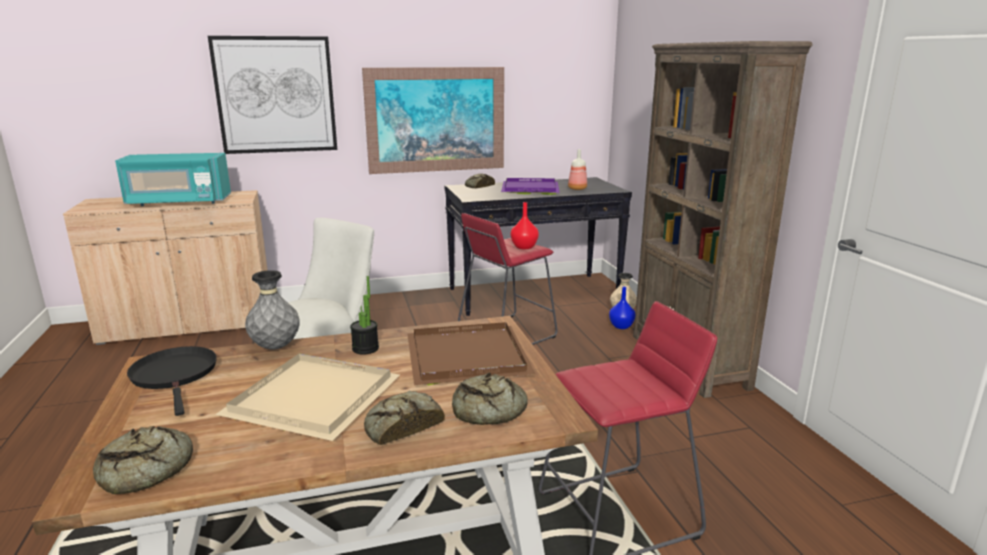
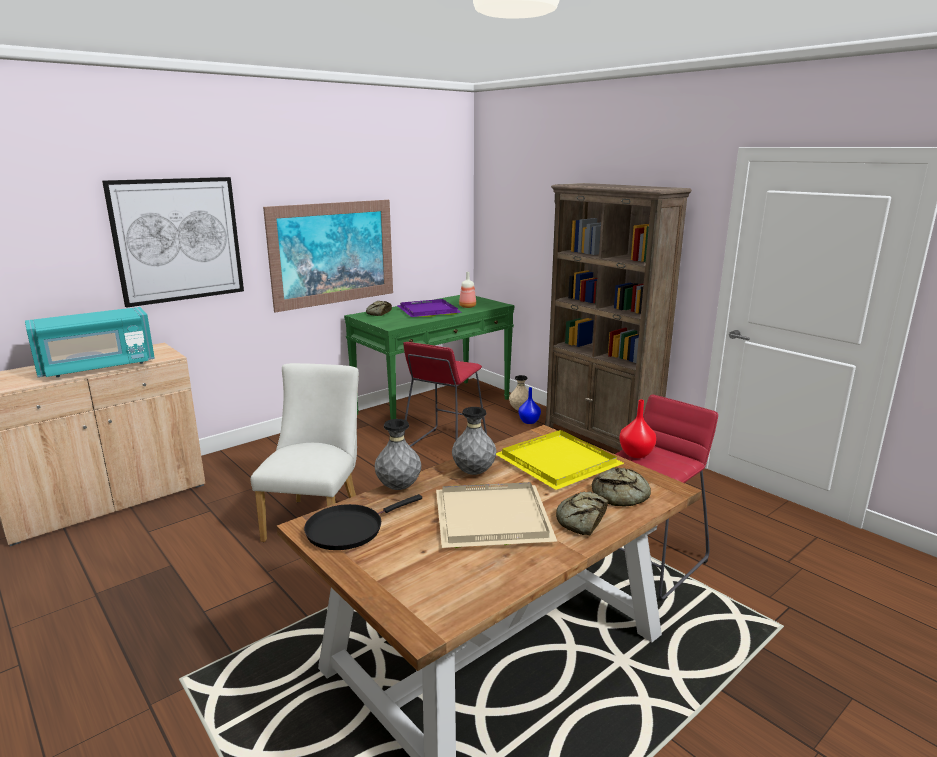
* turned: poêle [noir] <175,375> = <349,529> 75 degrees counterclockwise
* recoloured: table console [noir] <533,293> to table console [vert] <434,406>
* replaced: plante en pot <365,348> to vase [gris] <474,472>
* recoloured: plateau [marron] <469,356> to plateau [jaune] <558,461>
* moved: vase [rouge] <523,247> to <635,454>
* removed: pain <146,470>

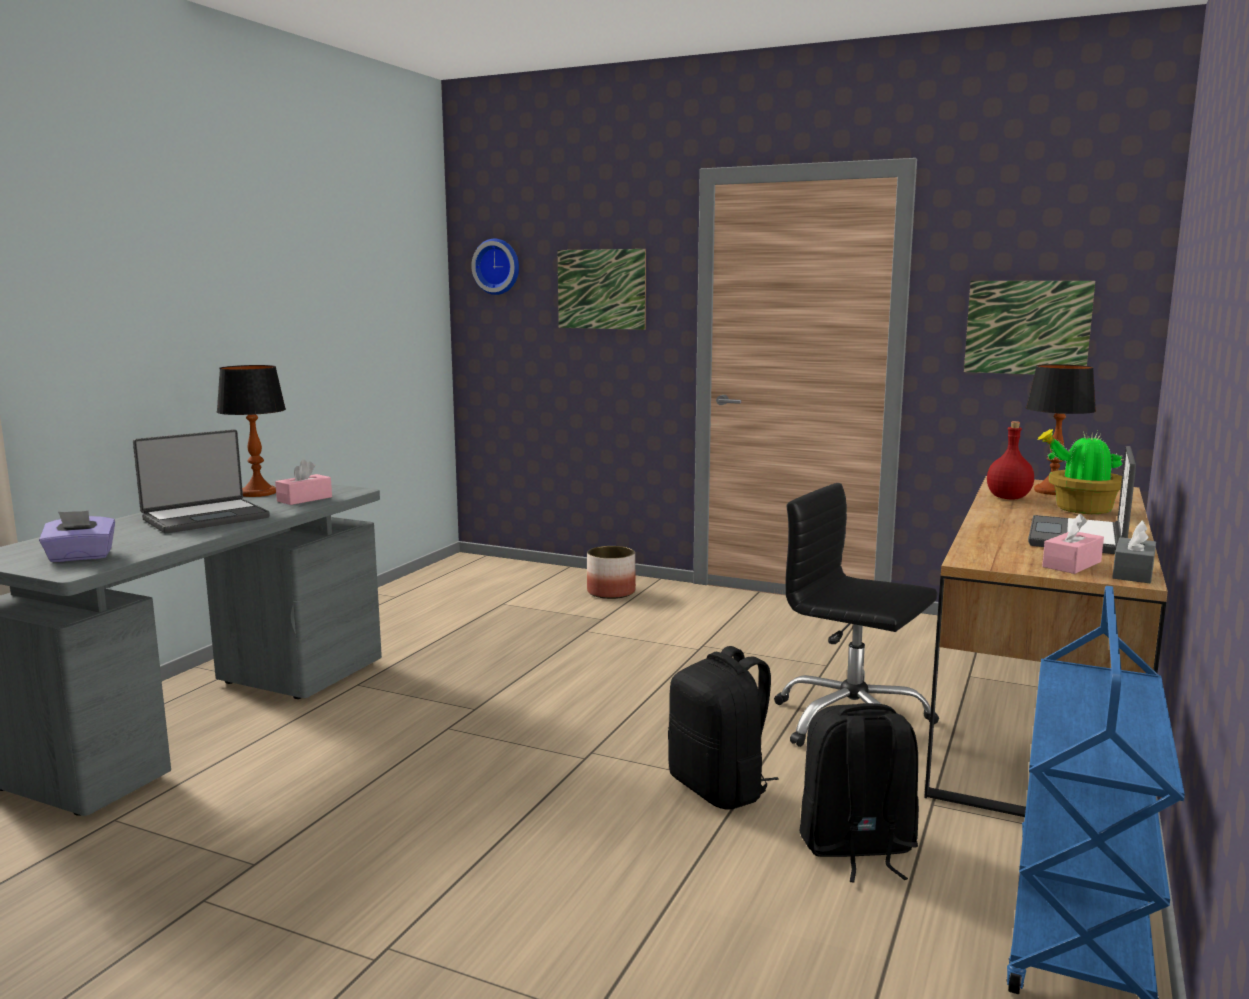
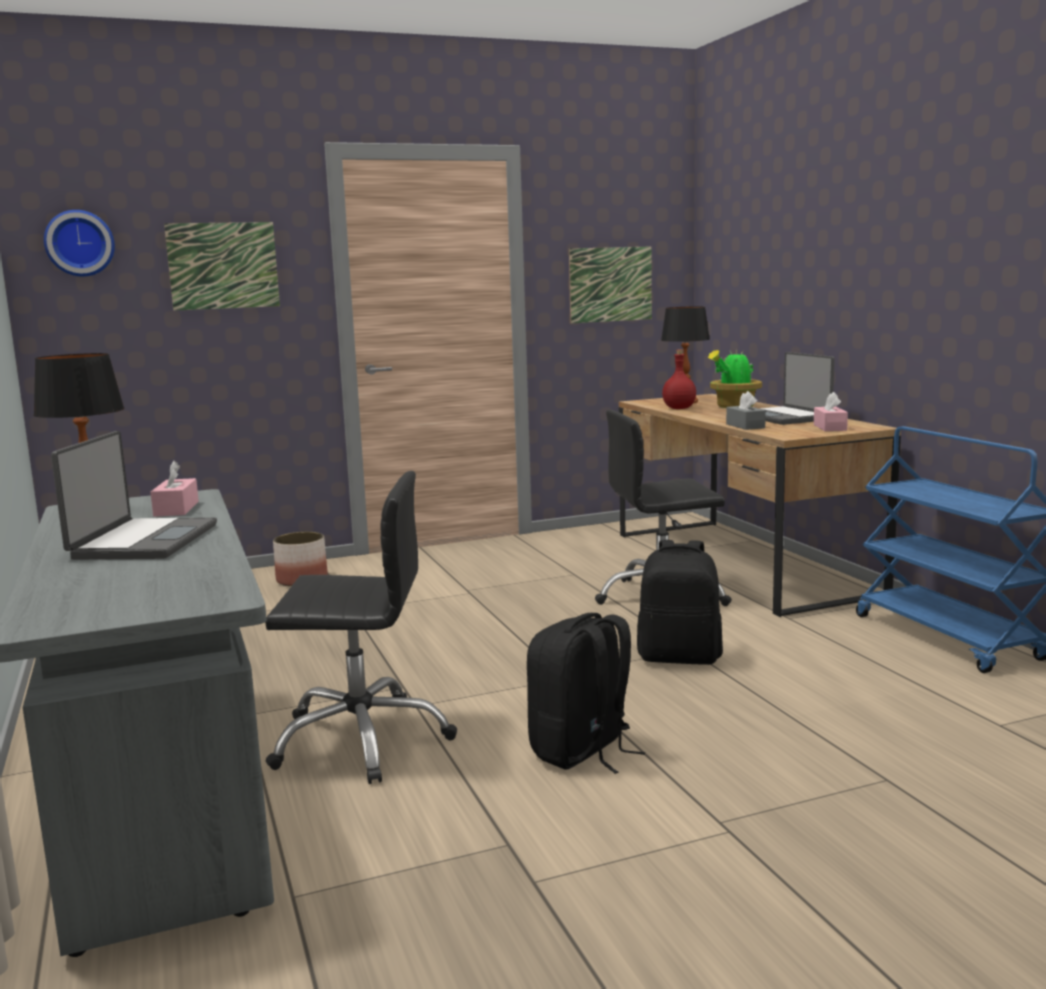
* added: chaise de bureau [noir] <361,739>
* moved: sac à dos [noir] <857,848> to <582,751>
* moved: boîte à mouchoirs [gris] <1133,573> to <745,426>
* removed: boîte à mouchoirs [violet] <80,557>

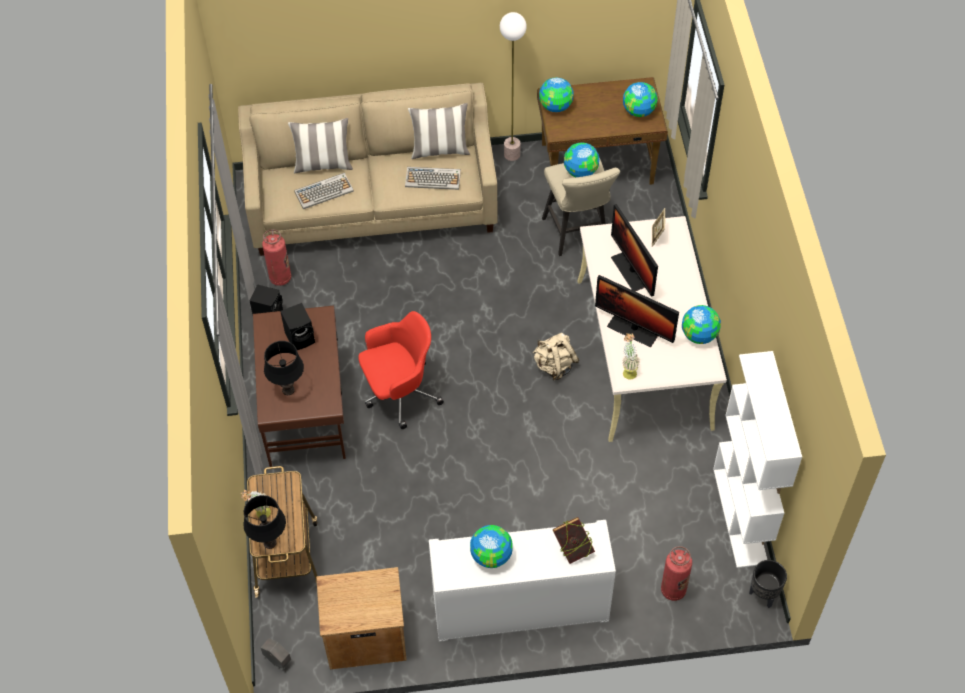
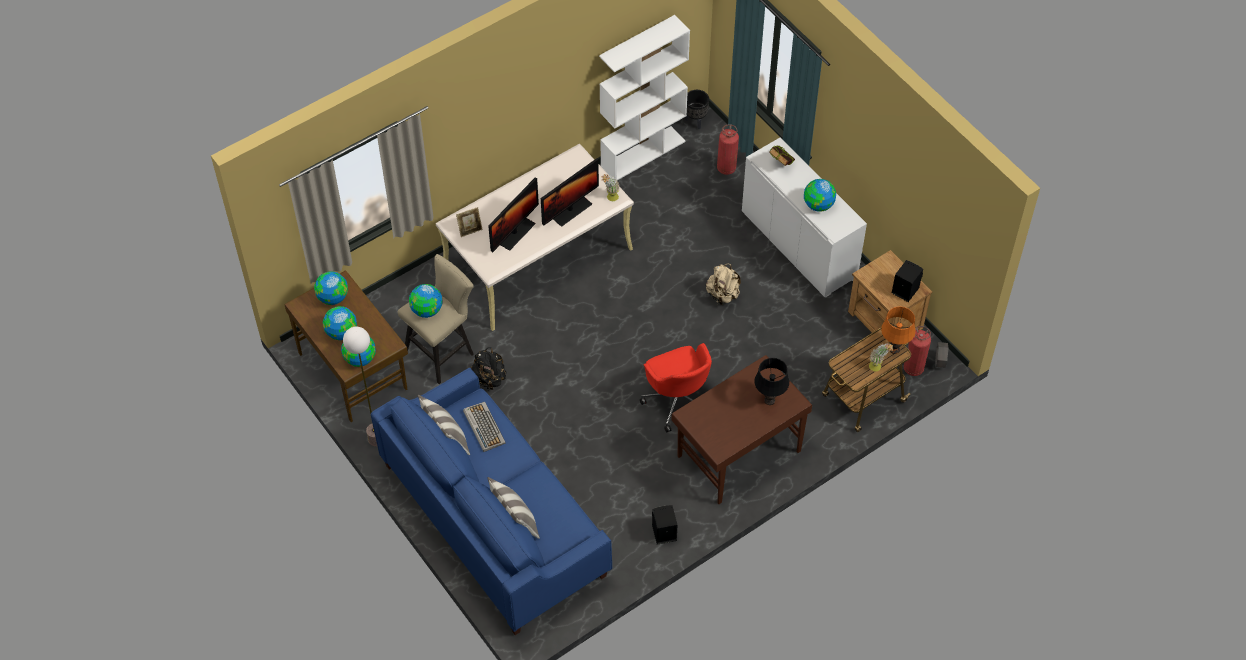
* moved: globe <699,335> to <341,332>
* recoloured: canapé [beige] <372,202> to canapé [bleu] <494,519>
* added: sac à dos [noir] <489,379>
* turned: écran d'ordinateur <633,329> = <570,210> 45 degrees clockwise
* turned: chaise de bureau [rouge] <399,393> = <678,399> 150 degrees counterclockwise
* moved: sac à dos [beige] <554,366> to <723,295>
* recoloured: lampe de table [noir] <270,543> to lampe de table [orange] <894,349>
* moved: enceinte [noir] <301,337> to <904,290>
* moved: extincteur <280,278> to <913,368>
* removed: clavier <324,191>

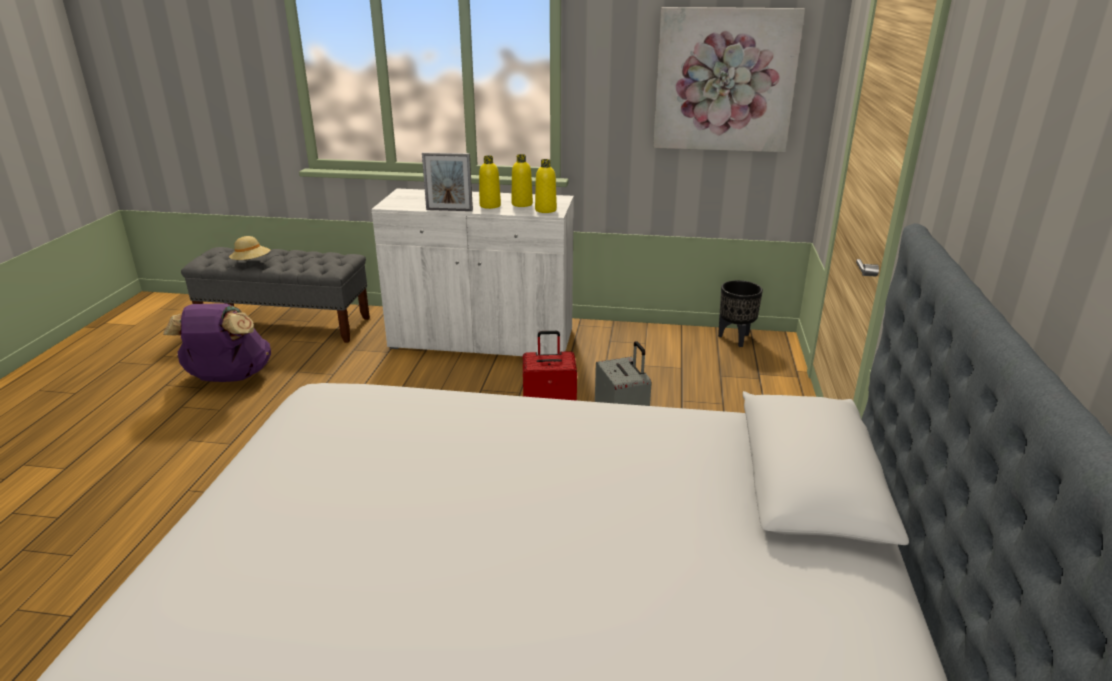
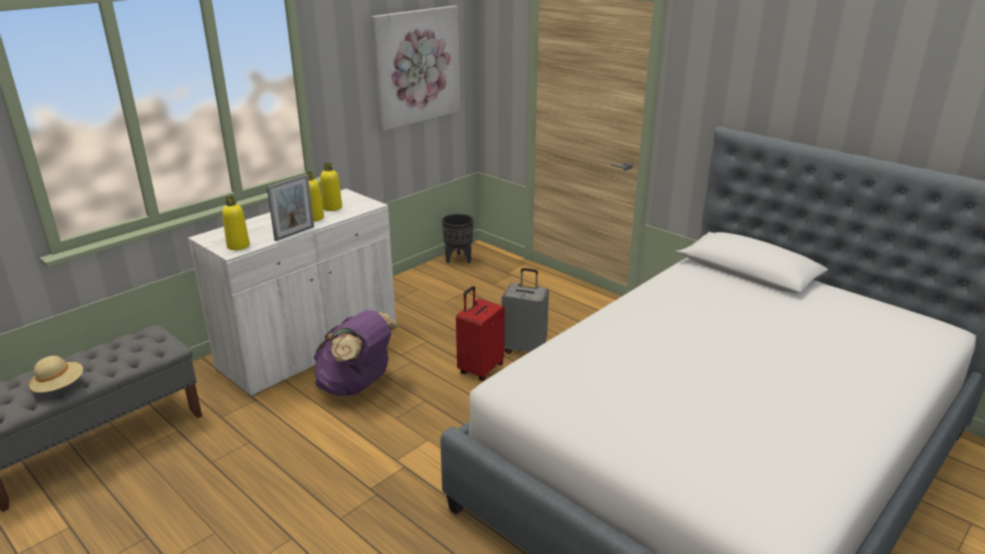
* moved: bouteille [jaune] <545,210> to <238,246>
* moved: sac à dos [violet] <228,378> to <357,386>

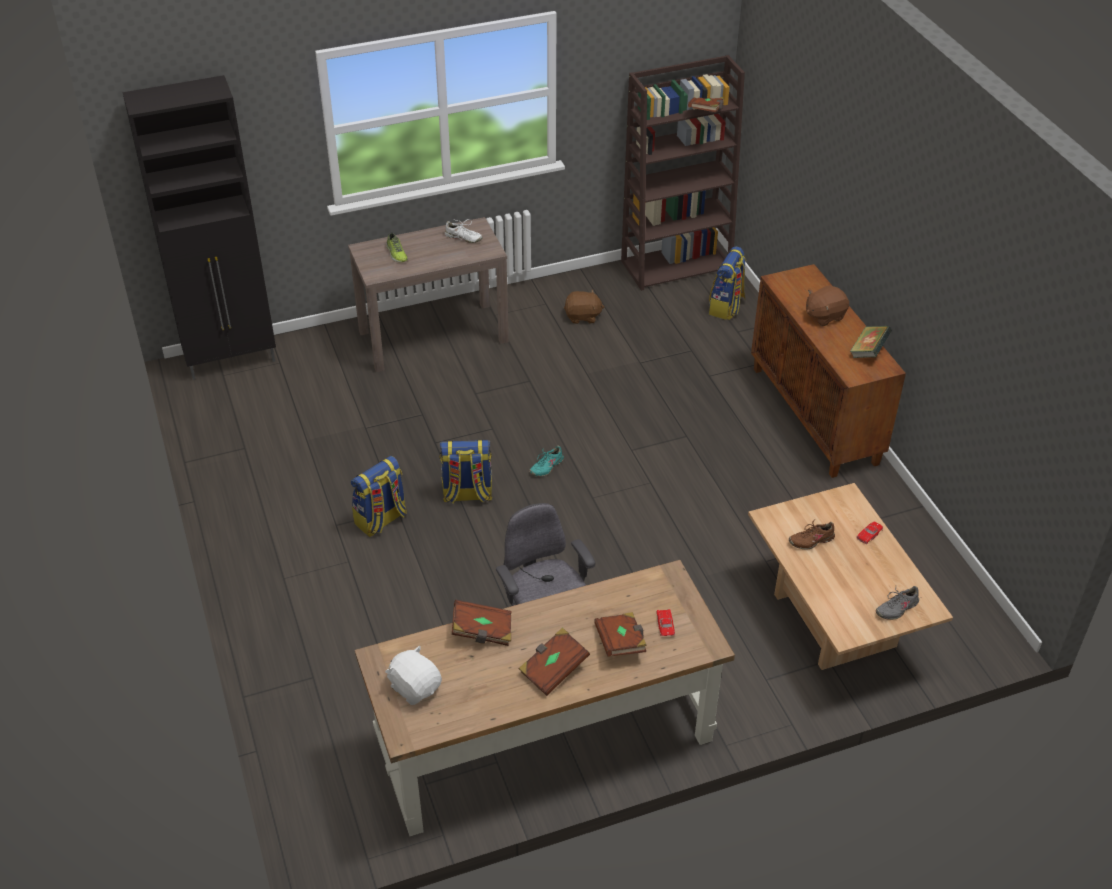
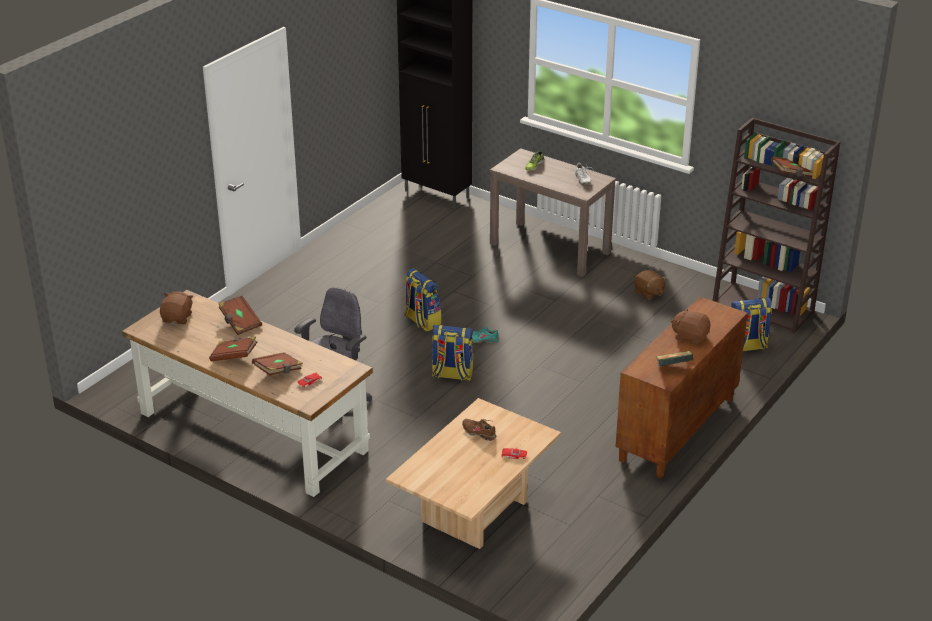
* recoloured: peluche [blanc] <415,687> to peluche [marron] <177,318>
* moved: sac à dos <381,520> to <452,374>
* removed: chaussure [gris] <896,608>

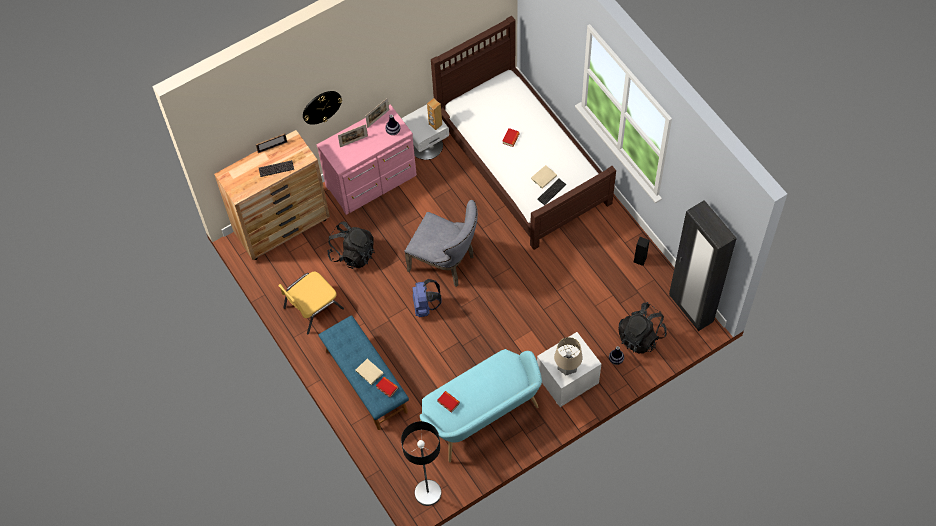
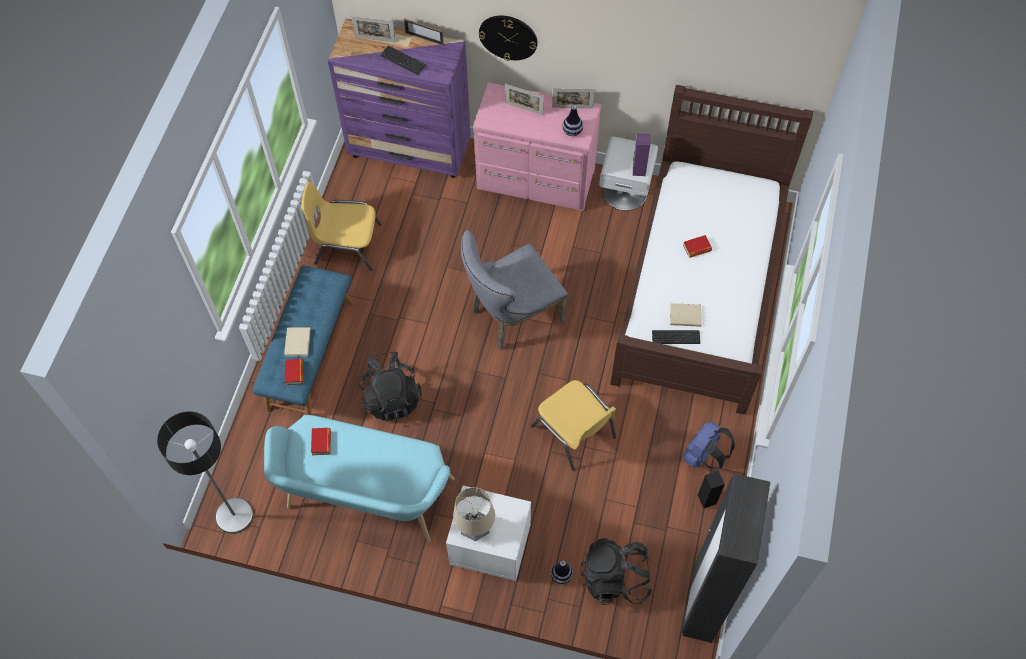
* recoloured: commode [marron] <283,227> to commode [violet] <410,150>
* added: cadre photo <375,39>
* moved: sac à dos [noir] <352,253> to <392,397>
* turned: chaise [gris] <446,263> = <512,316> 75 degrees clockwise
* added: chaise [jaune] <574,432>
* recoloured: enceinte [marron] <435,124> to enceinte [violet] <638,170>
* moved: sac à dos [bleu] <425,306> to <704,456>

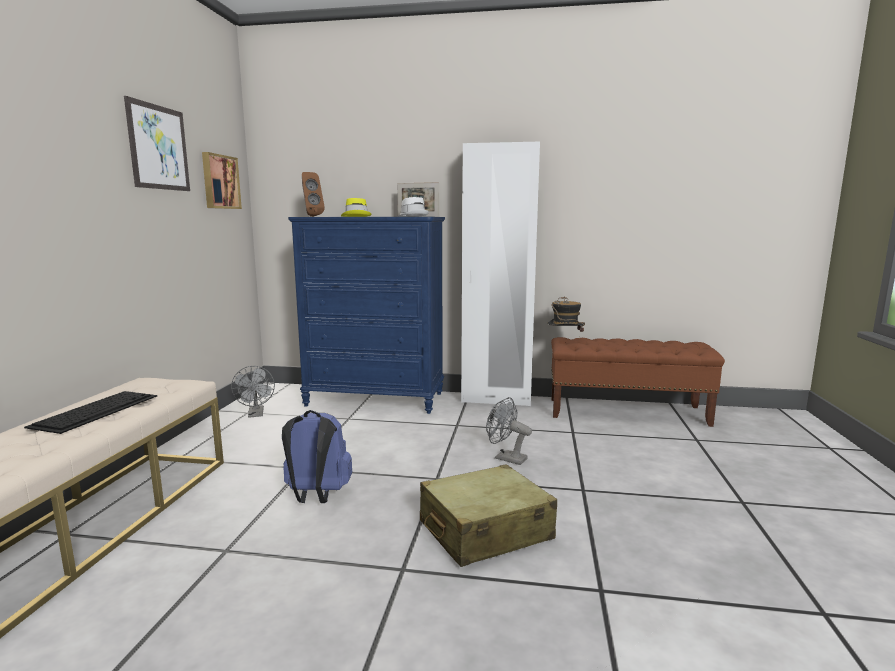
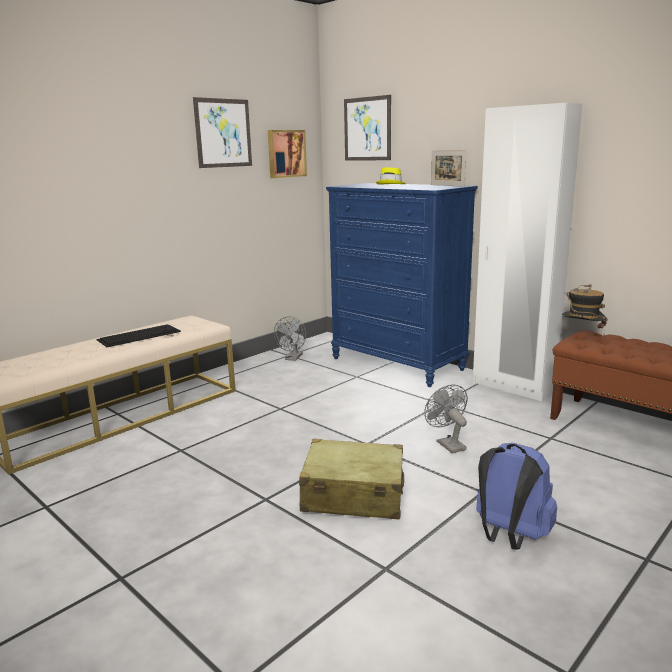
* added: tableau <367,129>
* moved: sac à dos [bleu] <316,496> to <509,537>
* removed: enceinte [marron] <311,216>
* removed: chapeau [blanc] <412,216>

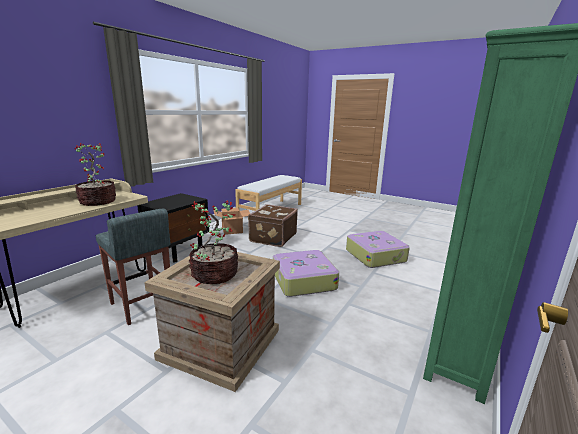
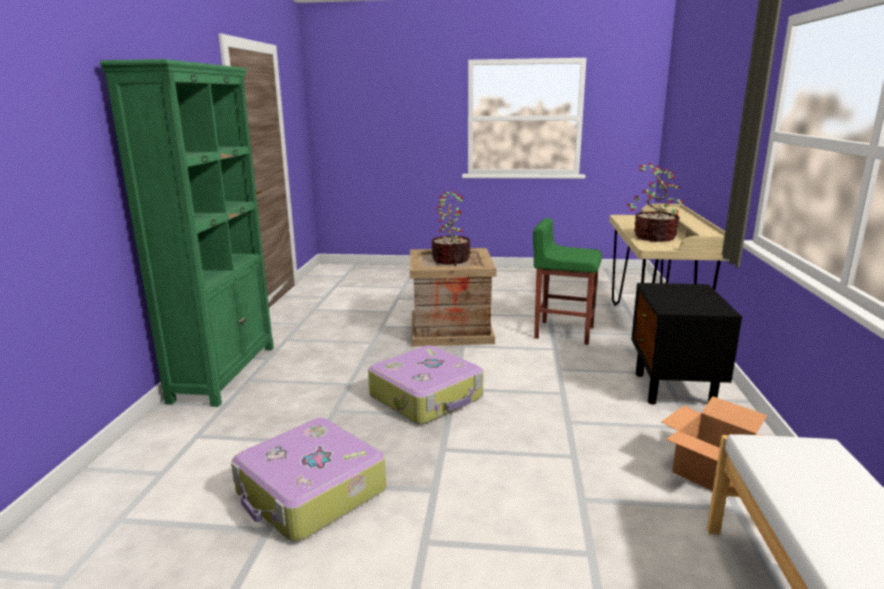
* recoloured: tabouret [gris] <141,305> to tabouret [vert] <563,332>
* removed: valise [marron] <272,237>

